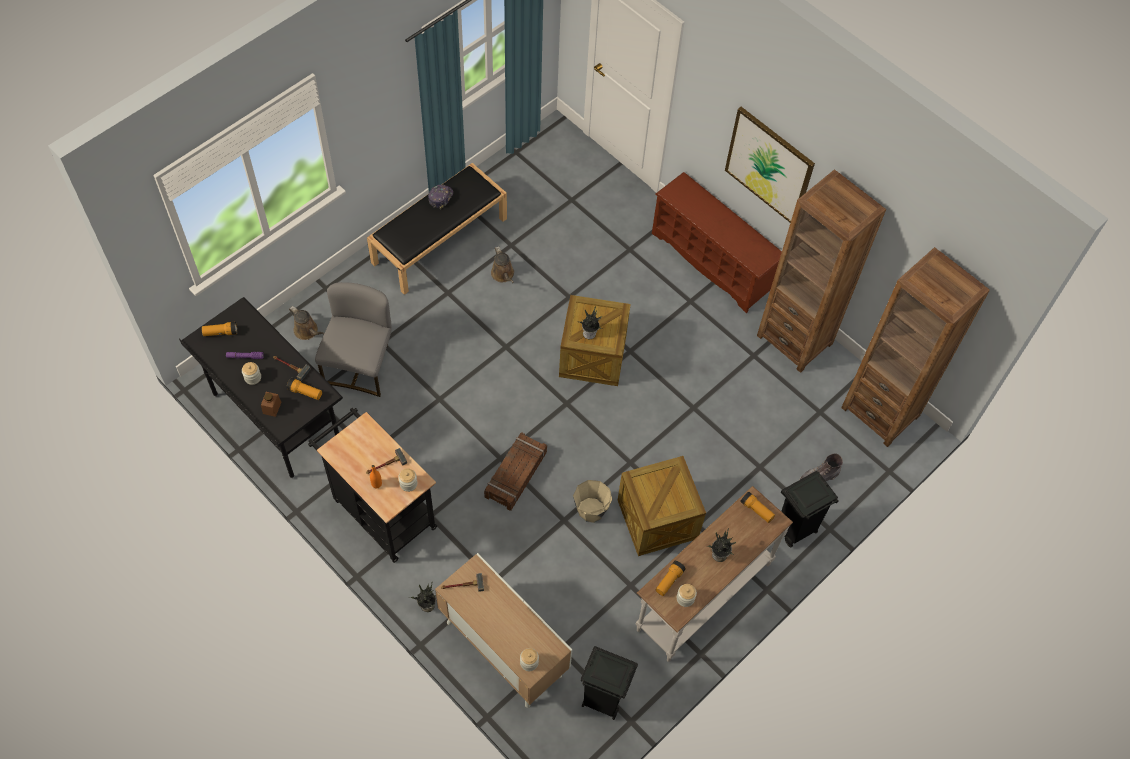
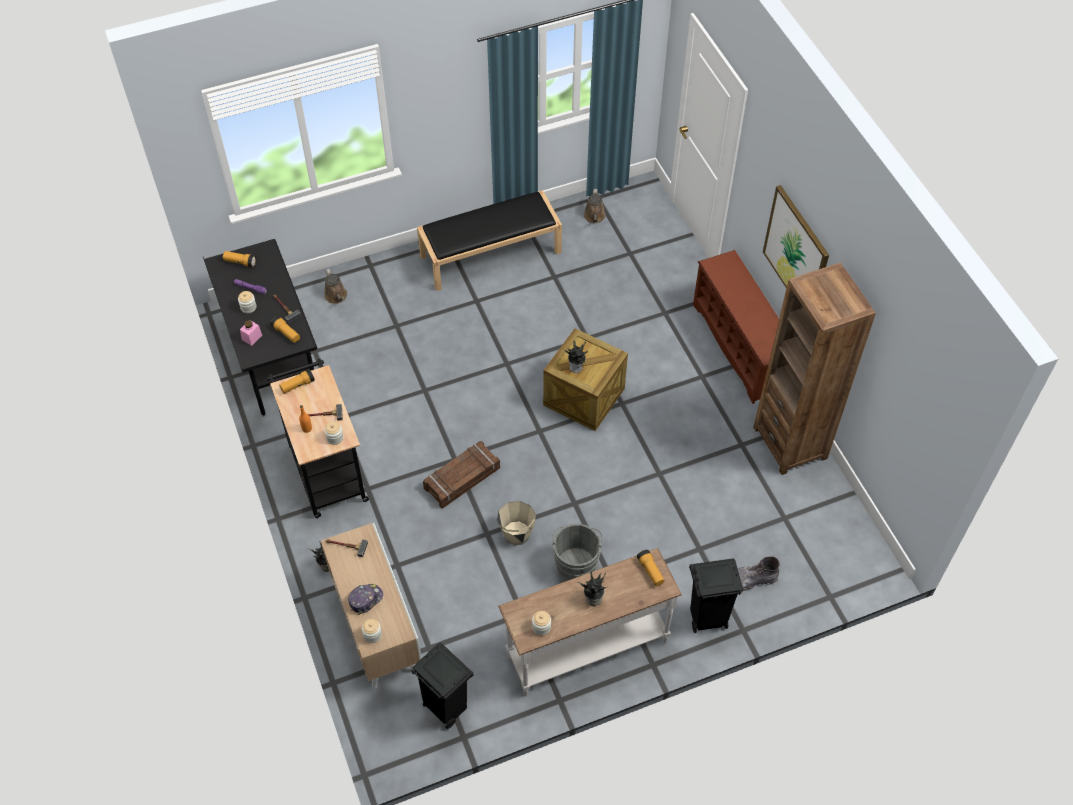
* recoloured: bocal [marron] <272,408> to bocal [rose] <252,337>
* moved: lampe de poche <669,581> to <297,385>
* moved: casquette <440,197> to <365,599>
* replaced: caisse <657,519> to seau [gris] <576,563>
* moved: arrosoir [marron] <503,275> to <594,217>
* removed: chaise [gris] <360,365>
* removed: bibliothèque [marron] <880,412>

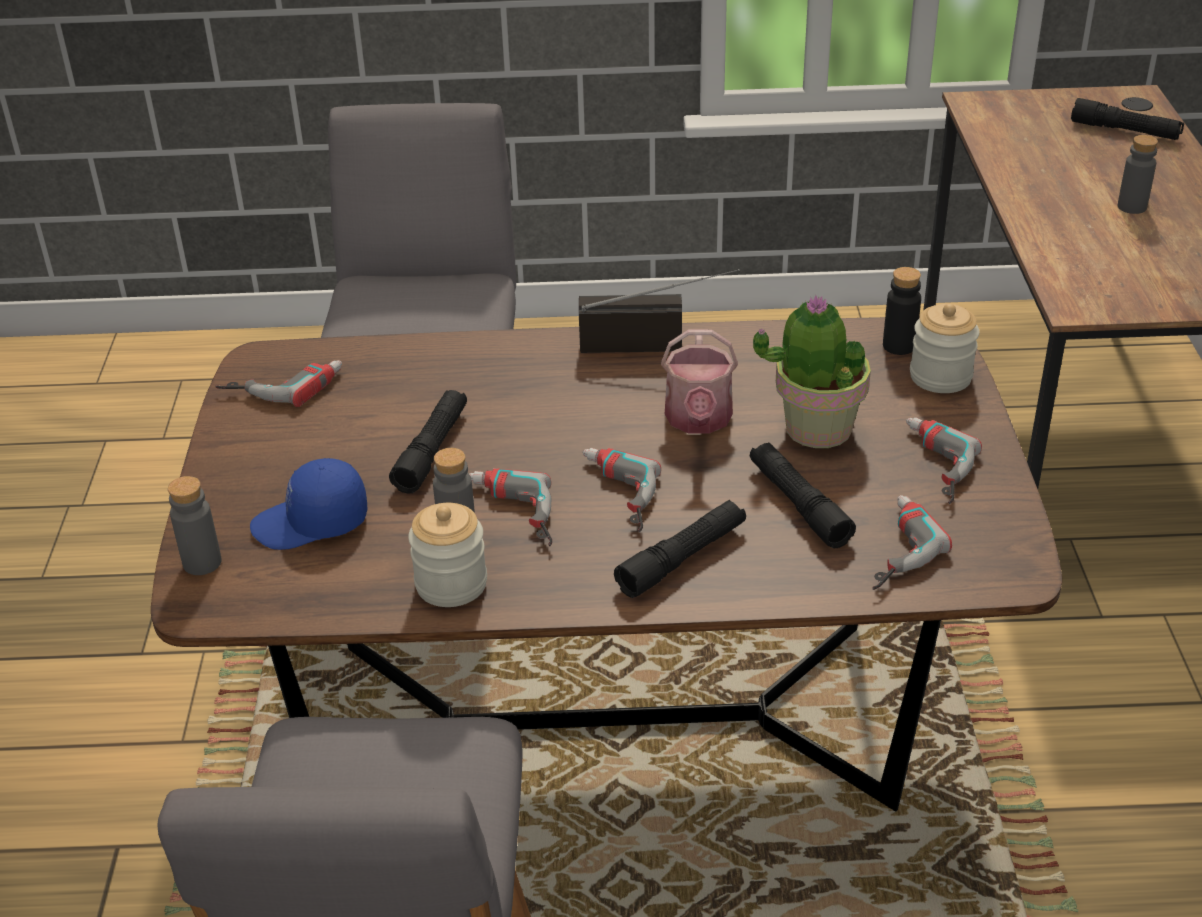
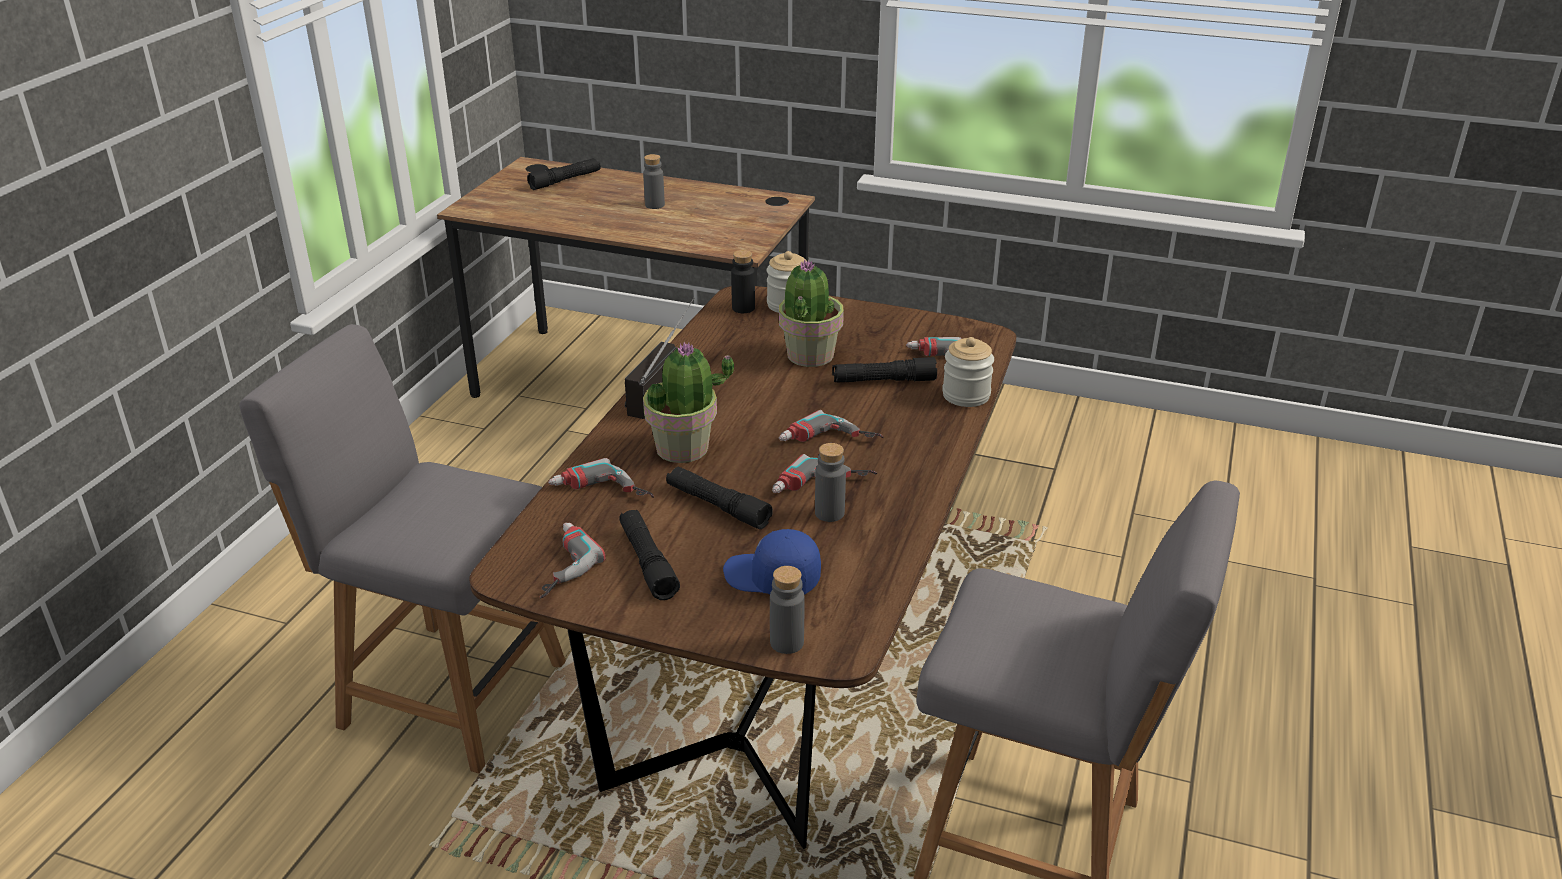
* moved: perceuse <929,466> to <600,494>
* moved: lampe de poche [noir] <682,558> to <647,562>
* added: plante en pot <683,448>
* turned: casquette [bleu] <311,523> = <771,578> 105 degrees clockwise
* moved: bocal <451,584> to <966,395>
* removed: arrosoir <698,421>

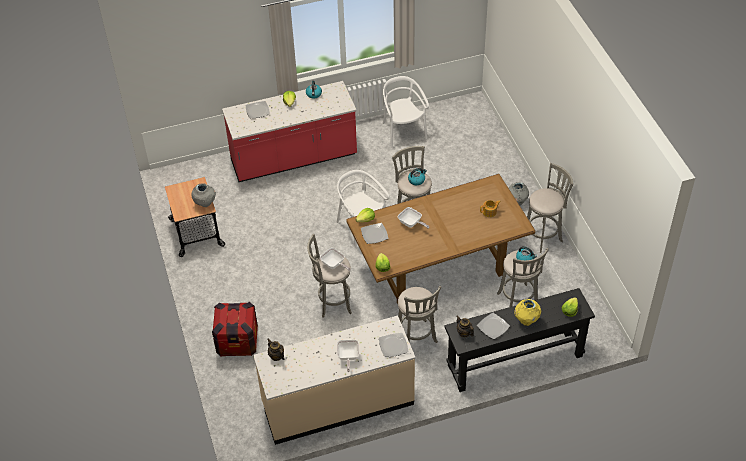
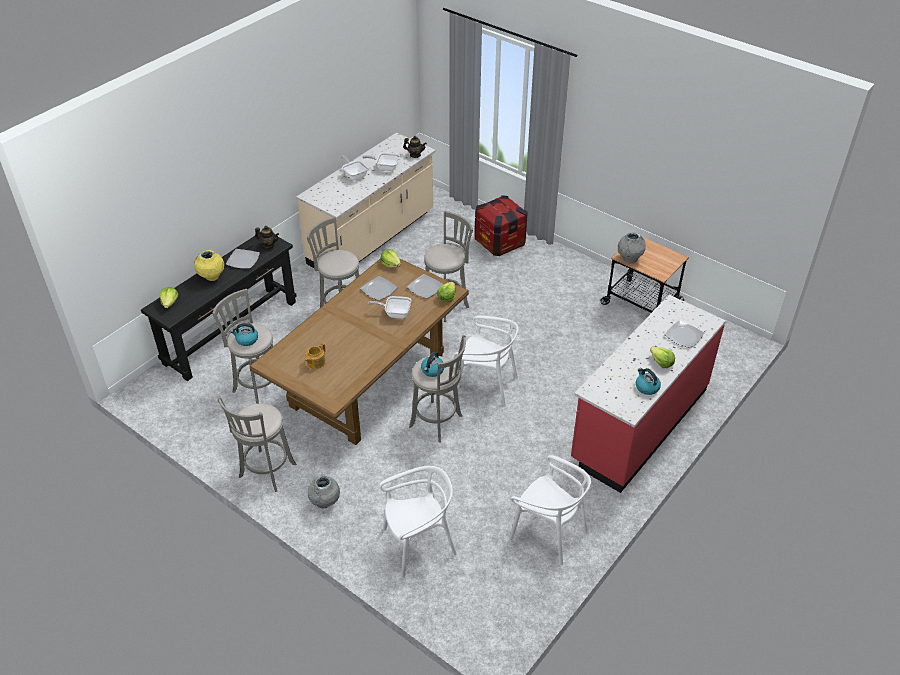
* moved: assiette <393,346> to <379,289>
* moved: poêle <334,265> to <385,167>
* added: chaise [blanc] <419,544>

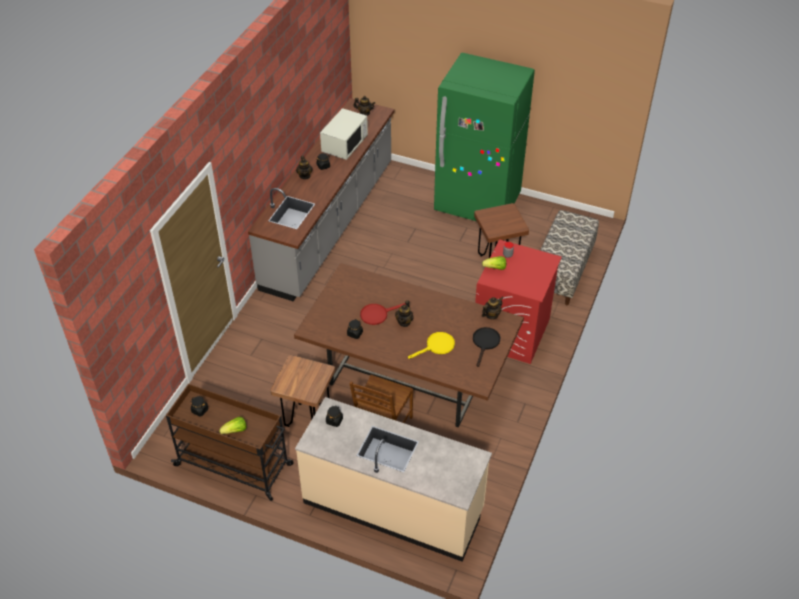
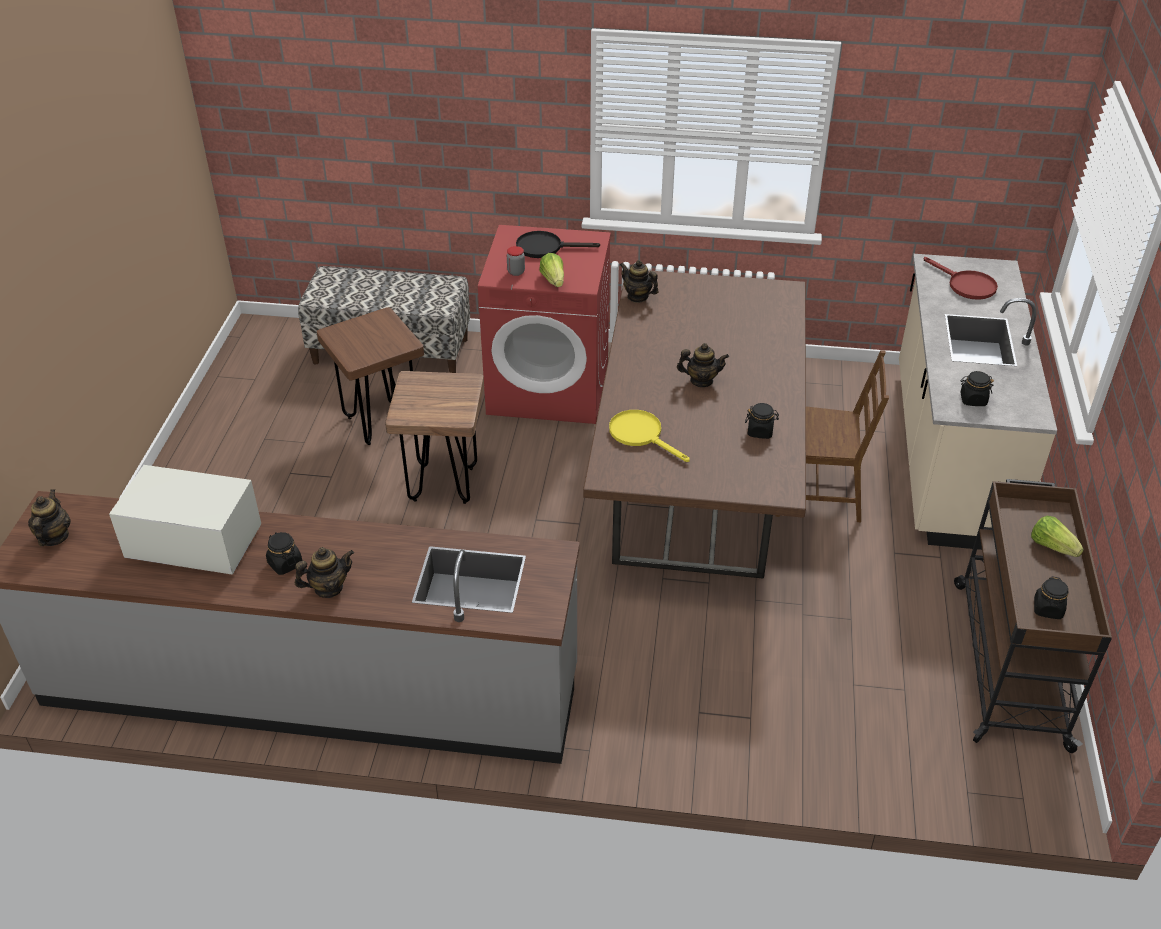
* moved: tabouret [marron] <307,418> to <443,484>
* moved: poêle [noir] <485,343> to <546,247>
* moved: poêle [jaune] <436,346> to <641,435>
* moved: poêle [rouge] <377,314> to <966,285>
* removed: réfrigérateur [vert] <477,204>

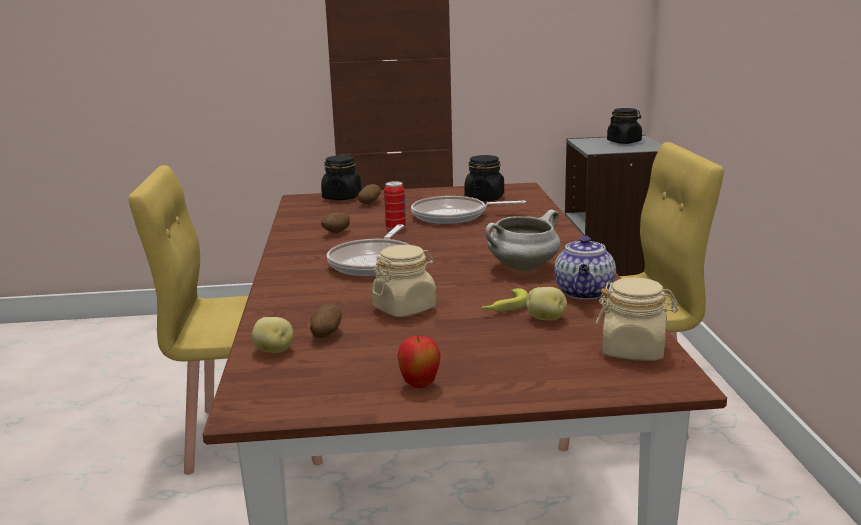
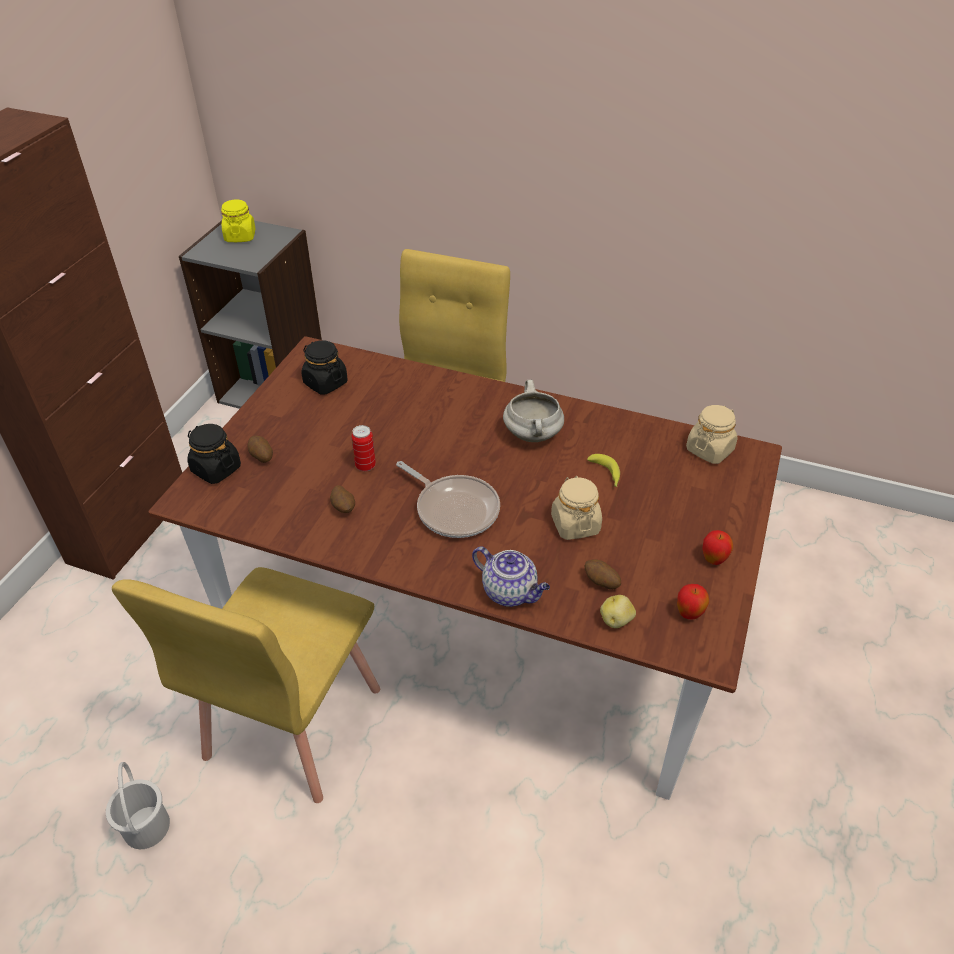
* added: seau [blanc] <146,827>
* recoloured: bocal [noir] <624,142> to bocal [jaune] <240,236>
* moved: théière <585,293> to <510,592>
* added: pomme <689,614>
* removed: poêle <454,216>
* removed: pomme de terre <546,319>

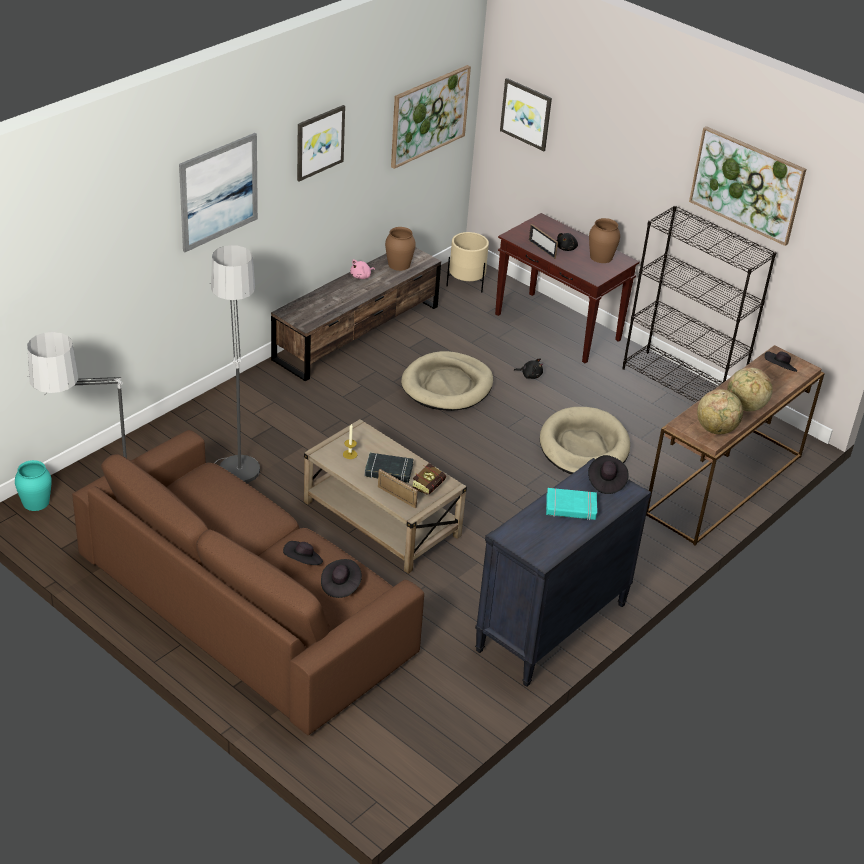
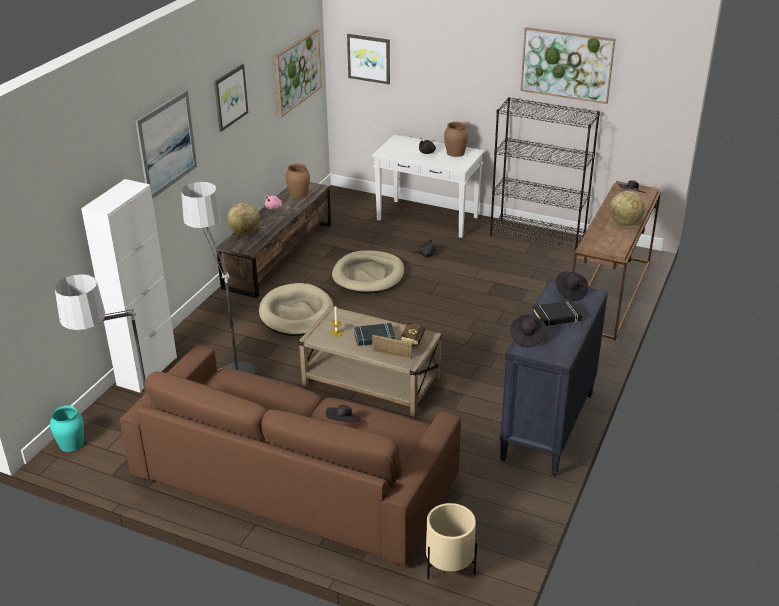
* added: meuble de rangement [blanc] <147,371>
* moved: globe <716,429> to <245,232>
* moved: panier pour chien [beige] <584,447> to <296,314>
* recoloured: table console [marron] <558,328> to table console [blanc] <428,219>
* moved: cache-pot [beige] <466,284> to <449,566>
* moved: chapeau [noir] <340,585> to <527,337>
* recoloured: livre [turquoise] <571,507> to livre [noir] <557,317>
* removed: cadre photo <542,249>

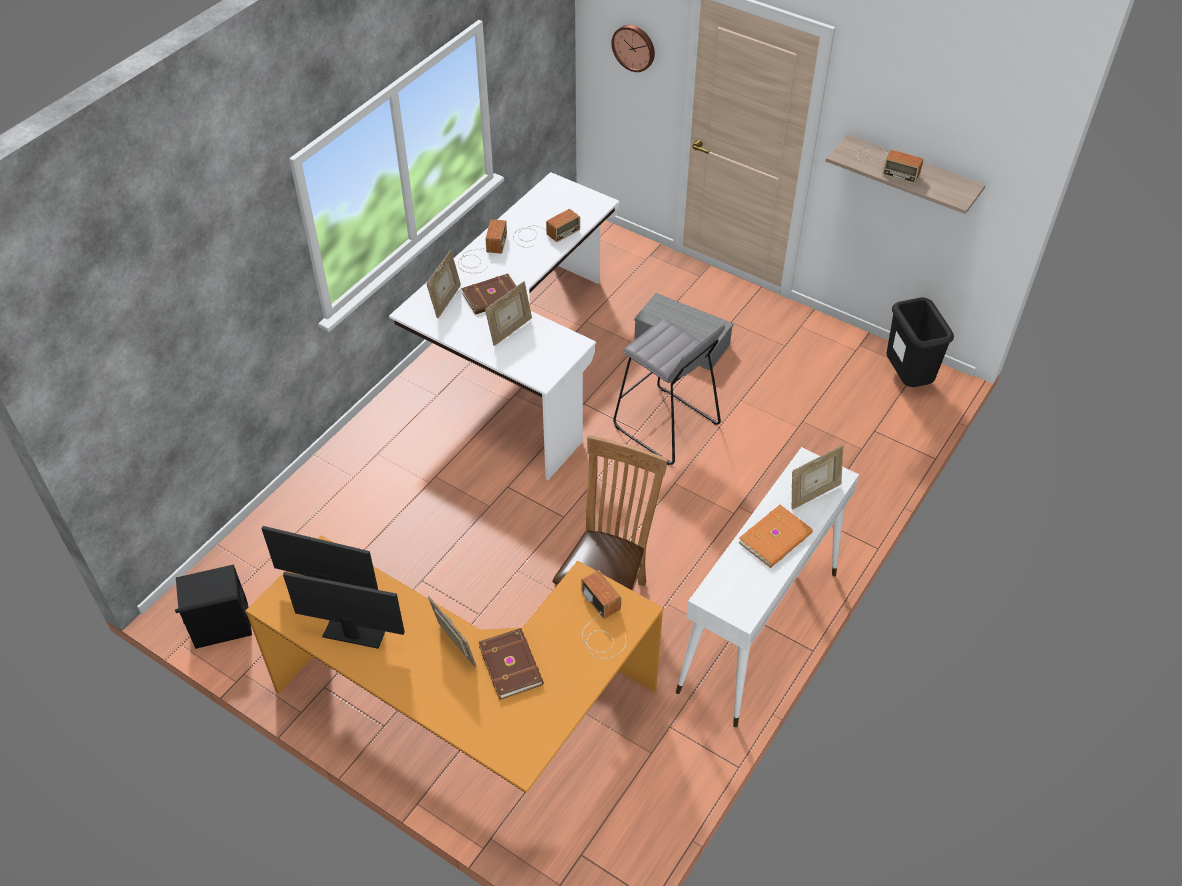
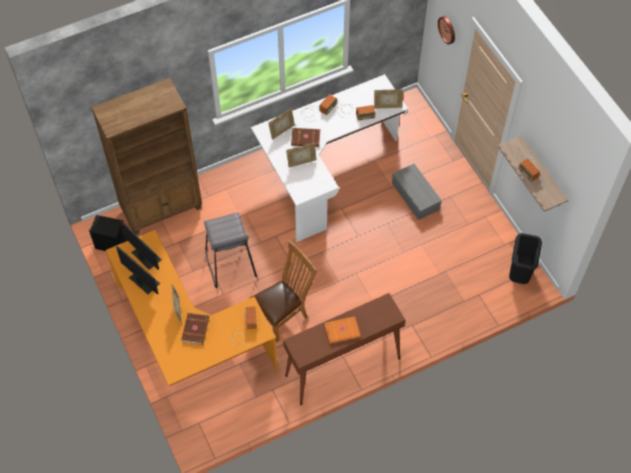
* added: bibliothèque [marron] <162,209>
* moved: tabouret [gris] <666,426> to <230,265>
* recoloured: table console [blanc] <758,632> to table console [marron] <342,367>
* moved: cadre photo <813,495> to <387,106>

